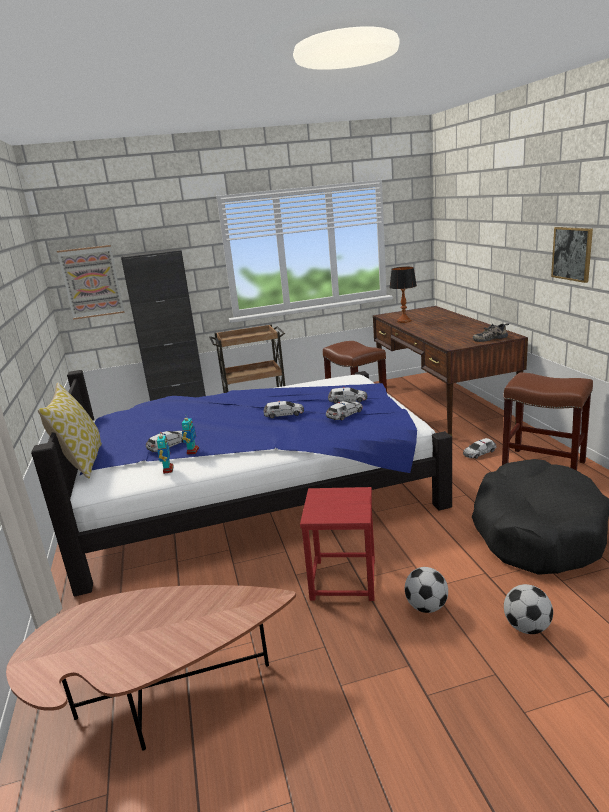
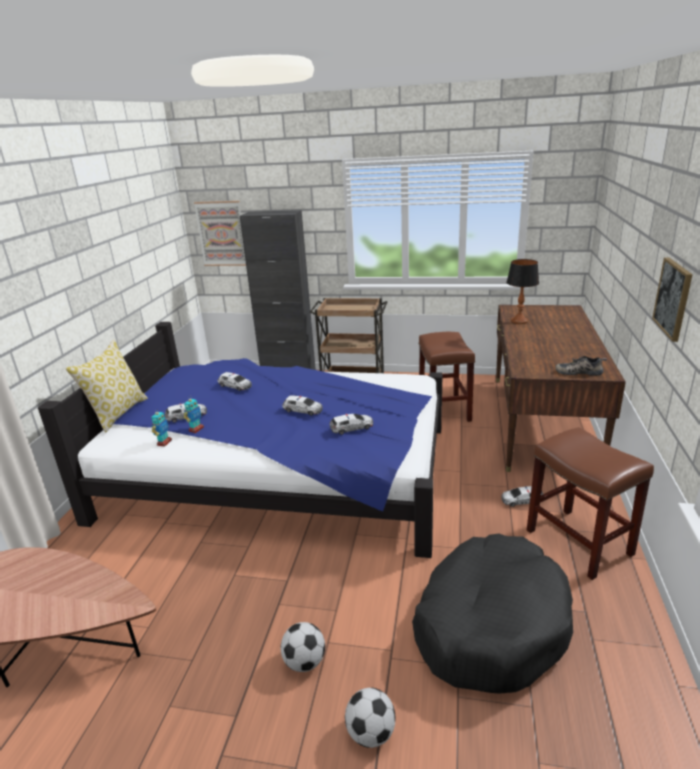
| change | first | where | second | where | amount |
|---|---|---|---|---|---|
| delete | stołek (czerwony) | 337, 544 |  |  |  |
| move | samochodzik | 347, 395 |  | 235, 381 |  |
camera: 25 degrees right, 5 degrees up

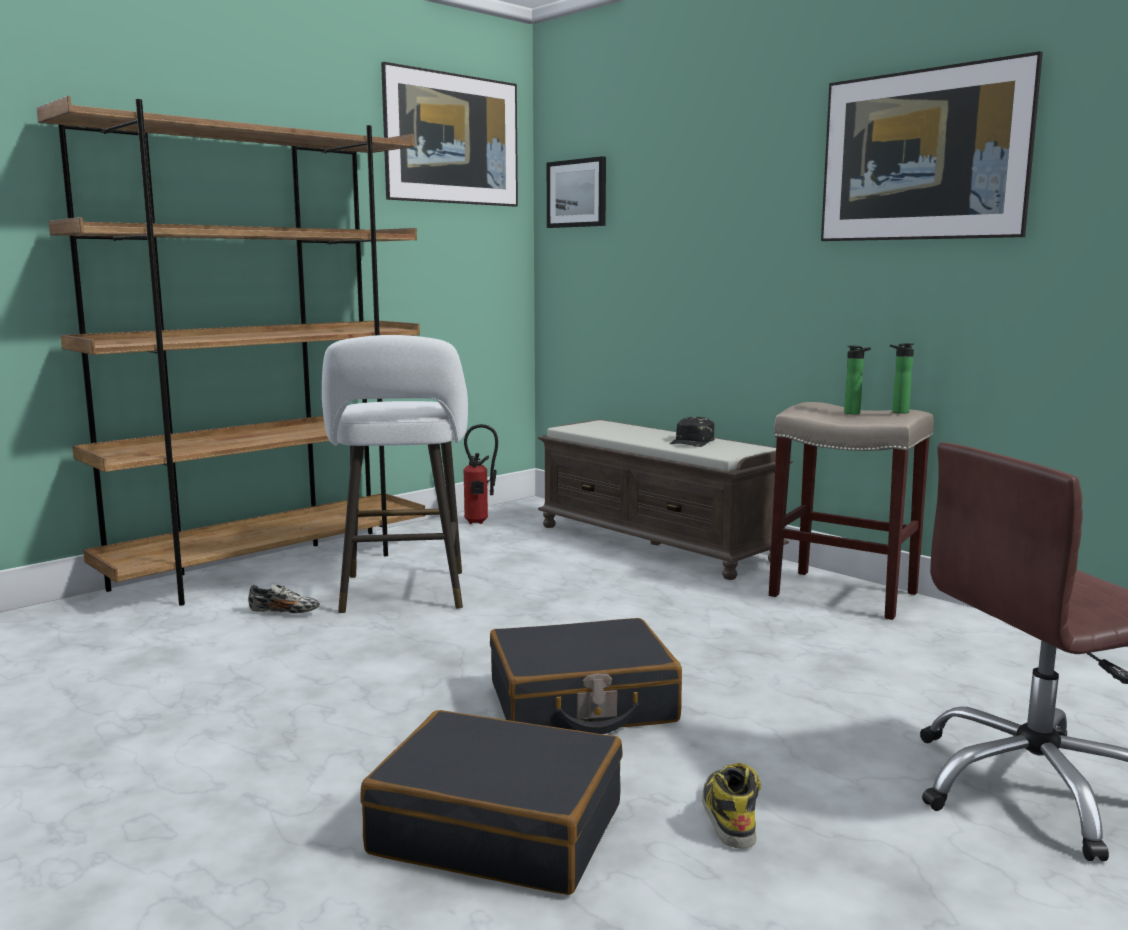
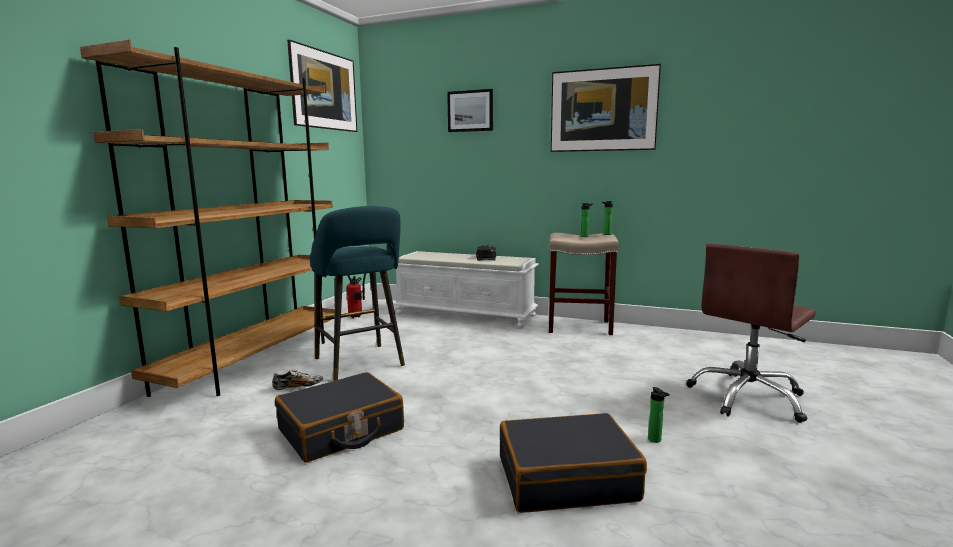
| change | first | where | second | where | amount |
|---|---|---|---|---|---|
| recolor | stołek (biały) | 395, 474 | stołek (turkusowy) | 357, 293 |  |
| move | walizka (czarny) | 586, 676 |  | 339, 417 |  |
| recolor | ławka (brązowy) | 665, 499 | ławka (biały) | 466, 289 |  |
| move | obraz | 576, 192 |  | 470, 110 |  |
| replace | but z cholewką | 731, 806 | butelka | 659, 415 |  |
camera: 25 degrees left, 0 degrees up

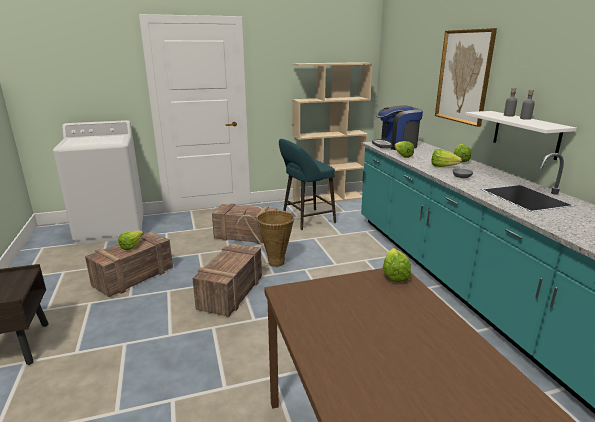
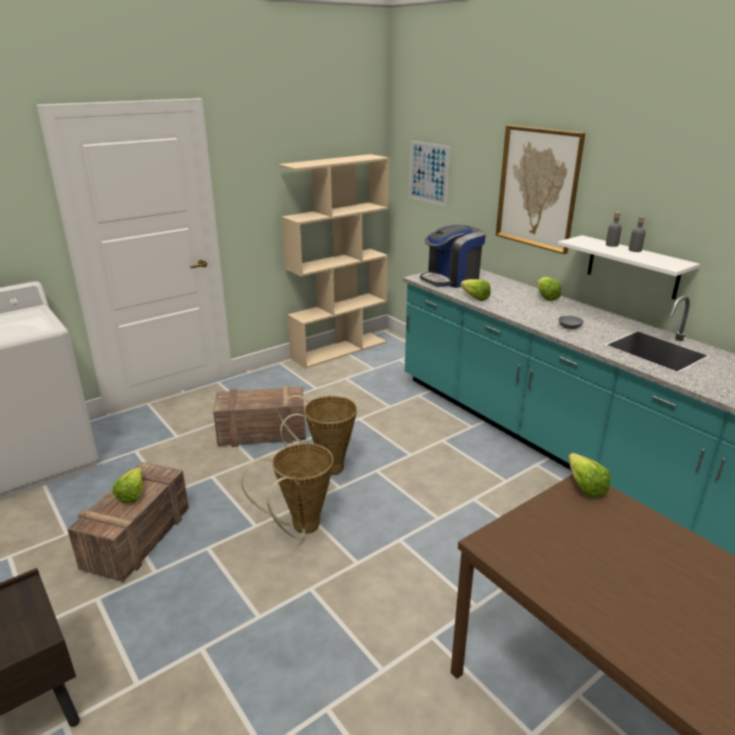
| change | first | where | second | where | amount |
|---|---|---|---|---|---|
| replace | skrzynka | 227, 280 | koszyk | 287, 491 |  |
| delete | stołek (turkusowy) | 307, 184 |  |  |  |
| delete | sałata | 446, 158 |  |  |  |
| insert |  |  | obraz | 429, 173 |  |
camera: 20 degrees left, 5 degrees up

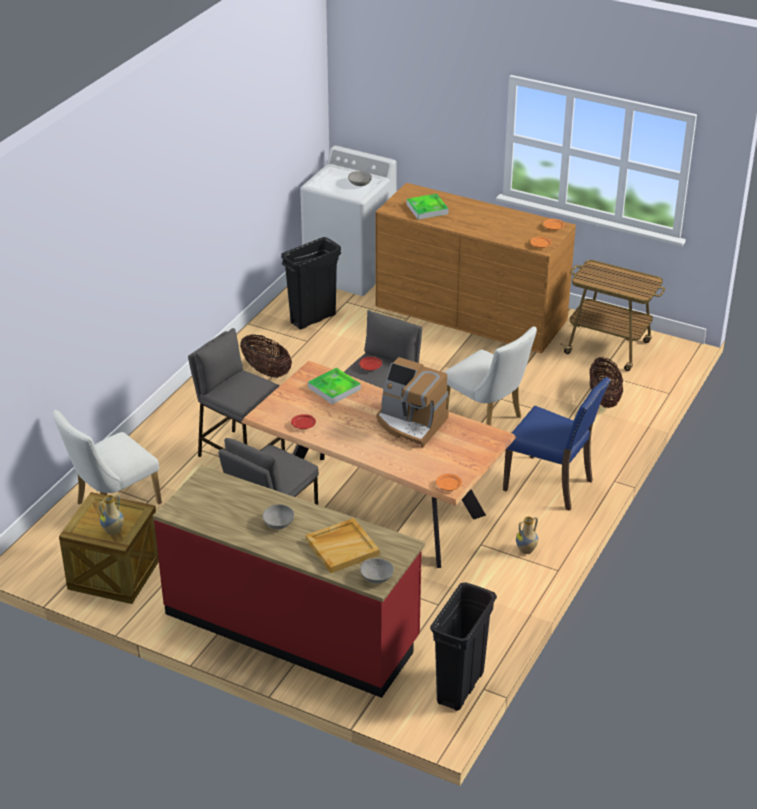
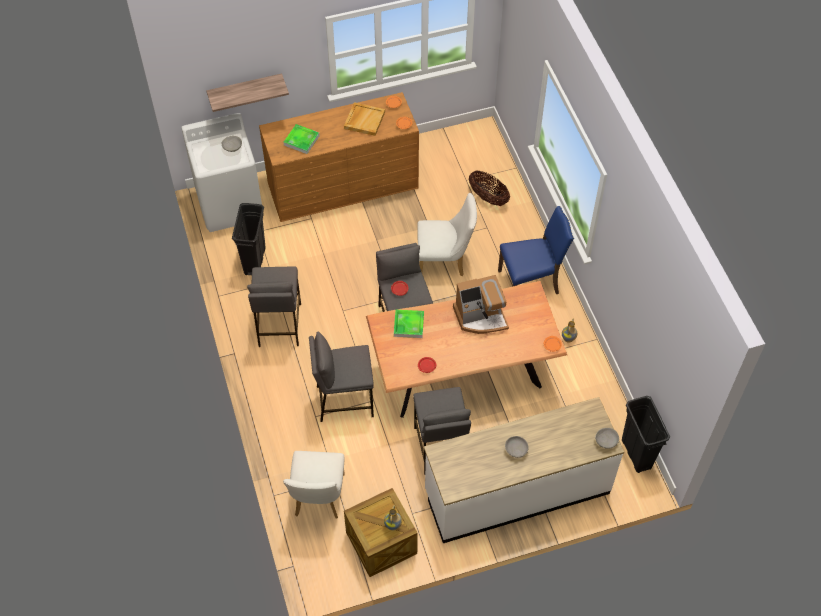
| change | first | where | second | where | amount |
|---|---|---|---|---|---|
| recolor | zabudowa kuchenna (czerwony) | 289, 582 | zabudowa kuchenna (biały) | 524, 470 |  |
| replace | koszyk | 266, 356 | stołek (szary) | 274, 307 |  |
| move | taca (beżowy) | 343, 545 |  | 364, 119 |  |
| delete | wózek | 612, 315 |  |  |  |
| insert |  |  | półka | 247, 93 |  |
camera: 45 degrees left, 20 degrees up

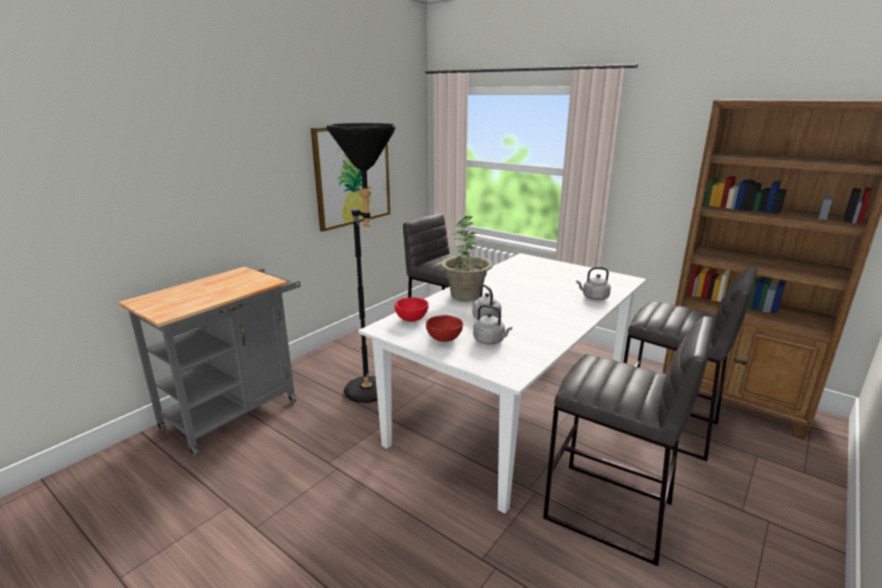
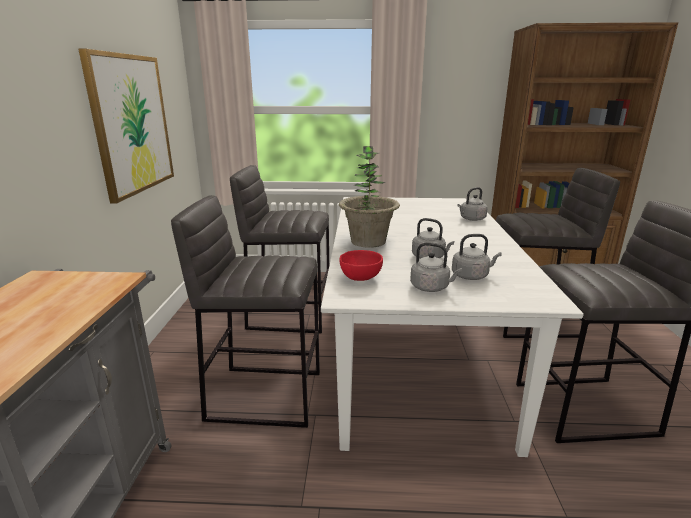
| change | first | where | second | where | amount |
|---|---|---|---|---|---|
| replace | lampa stojąca (czarny) | 362, 263 | stołek (szary) | 245, 311 |  |
| replace | miska (czerwony) | 444, 328 | czajnik (szary) | 436, 267 |  |
camera: 35 degrees left, 0 degrees up

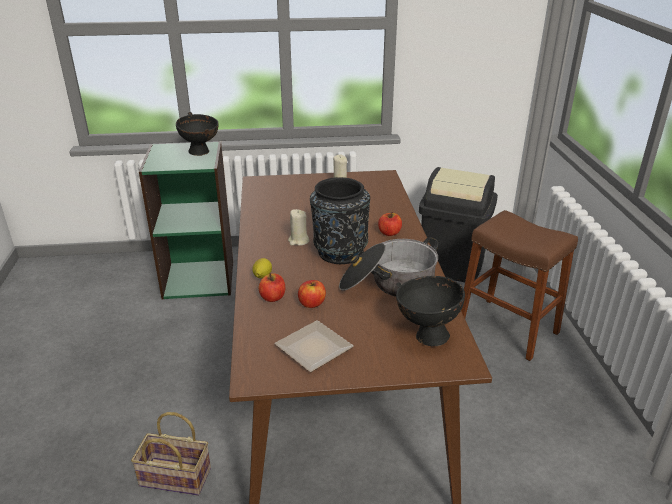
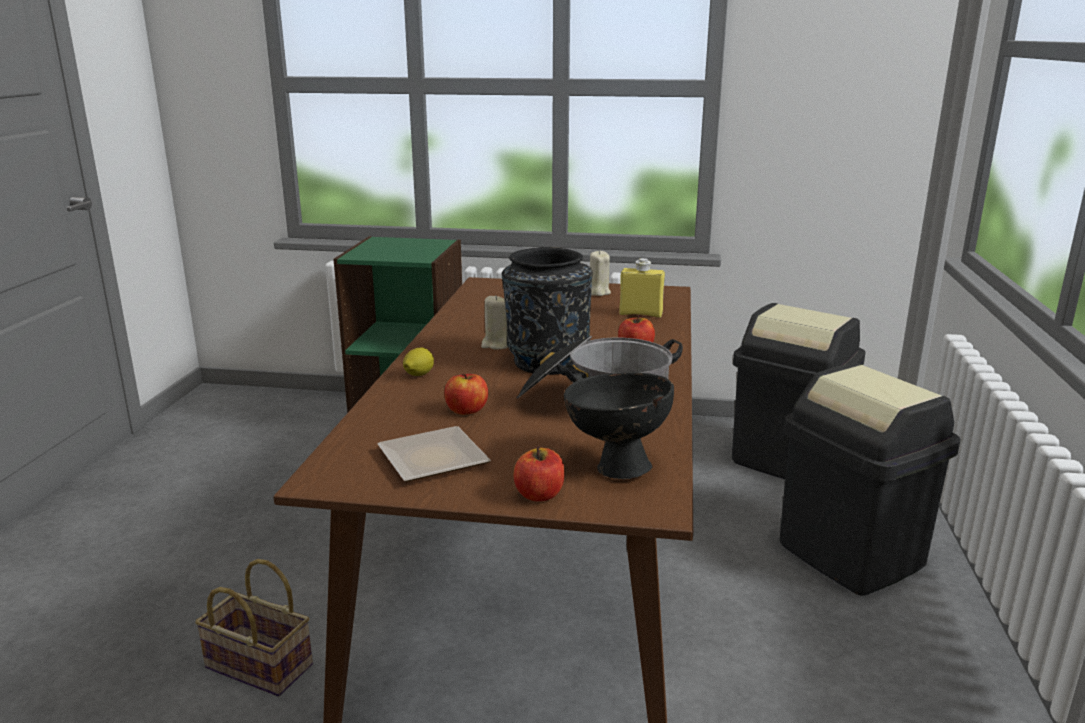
| change | first | where | second | where | amount |
|---|---|---|---|---|---|
| delete | miska (czarny) | 197, 134 |  |  |  |
| move | jabłko | 272, 287 |  | 539, 473 |  |
| replace | stołek (brązowy) | 519, 285 | kosz na śmieci (czarny) | 870, 479 |  |
| insert |  |  | butelka (żółty) | 642, 288 |  |
camera: 15 degrees right, 10 degrees down

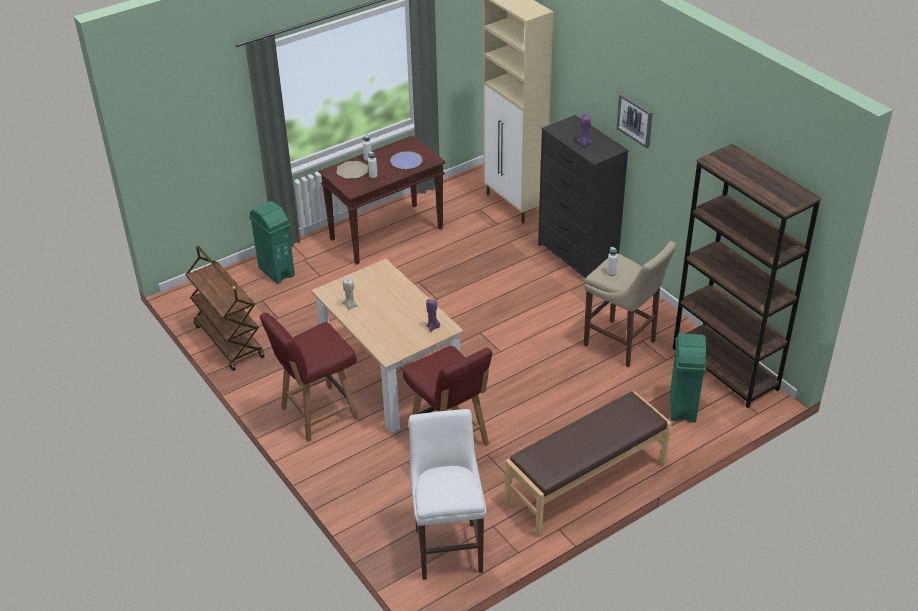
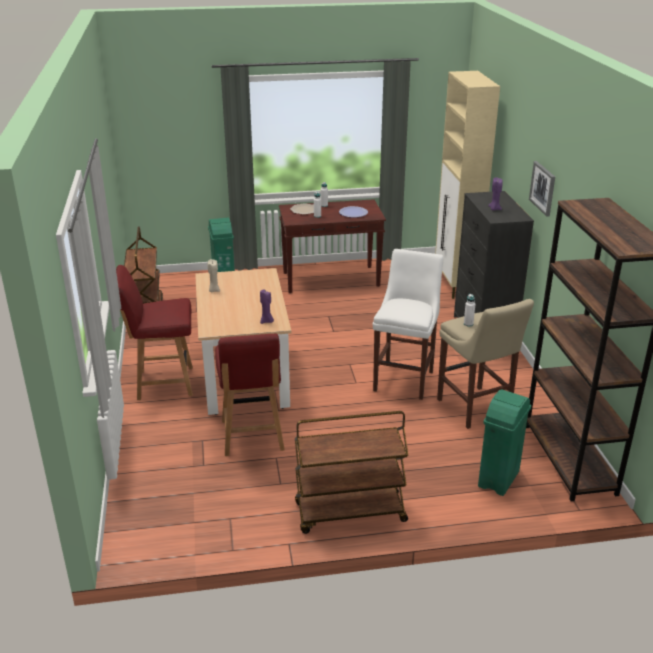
| change | first | where | second | where | amount |
|---|---|---|---|---|---|
| move | stołek (biały) | 447, 494 |  | 408, 324 |  |
| replace | ławka (brązowy) | 588, 464 | wózek (brązowy) | 351, 472 |  |
camera: 25 degrees right, 10 degrees down

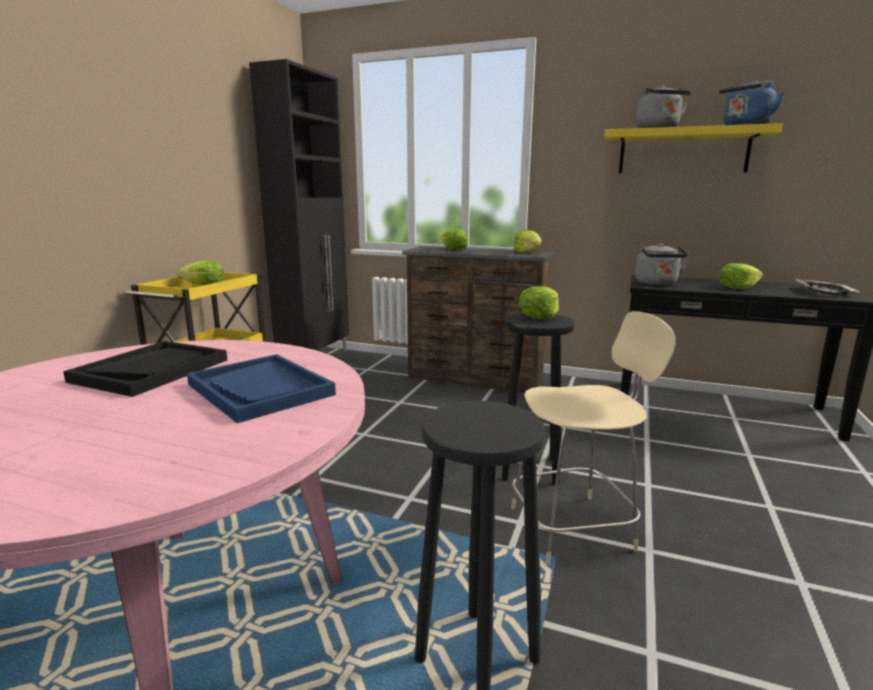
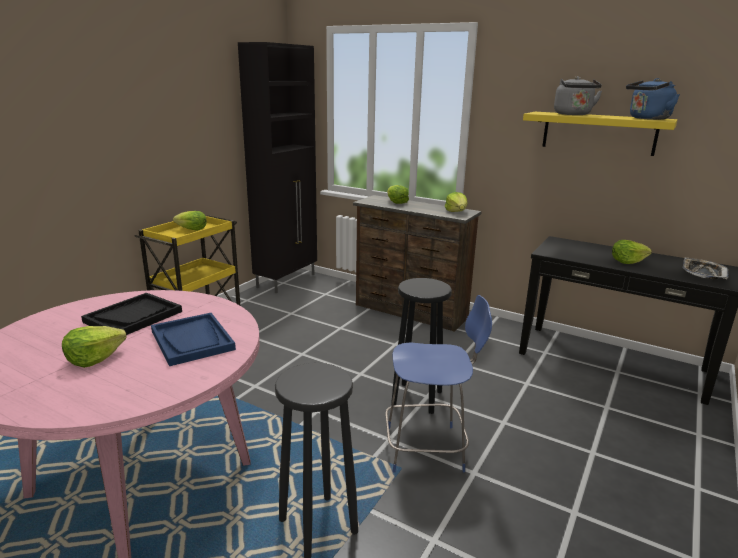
| change | first | where | second | where | amount |
|---|---|---|---|---|---|
| recolor | stołek (beżowy) | 593, 438 | stołek (niebieski) | 438, 384 |  |
| move | sałata | 539, 302 |  | 94, 347 |  |
| delete | czajnik (szary) | 662, 264 |  |  |  |
camera: 10 degrees right, 5 degrees up

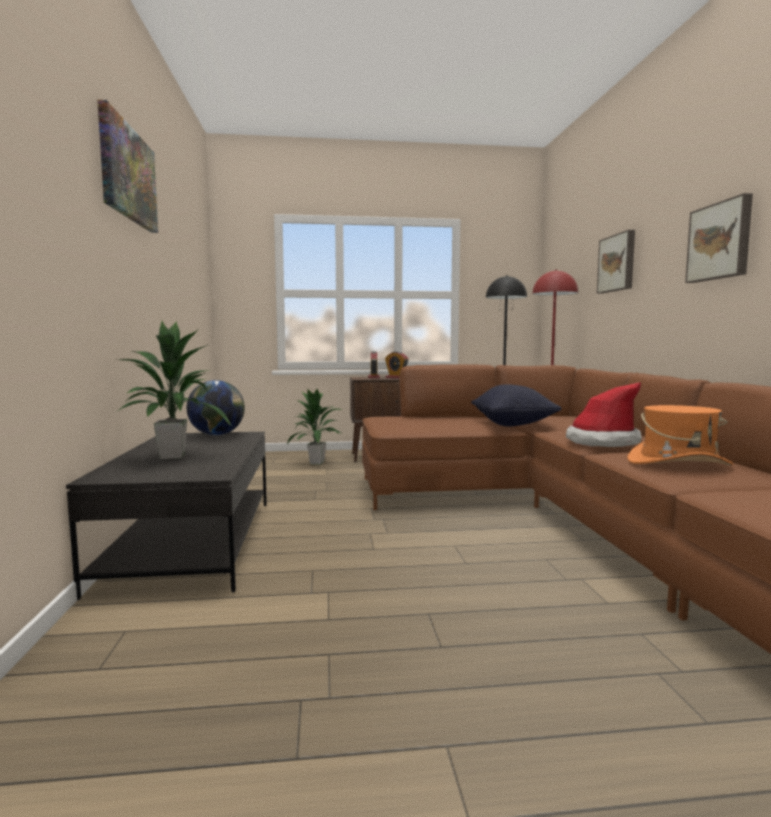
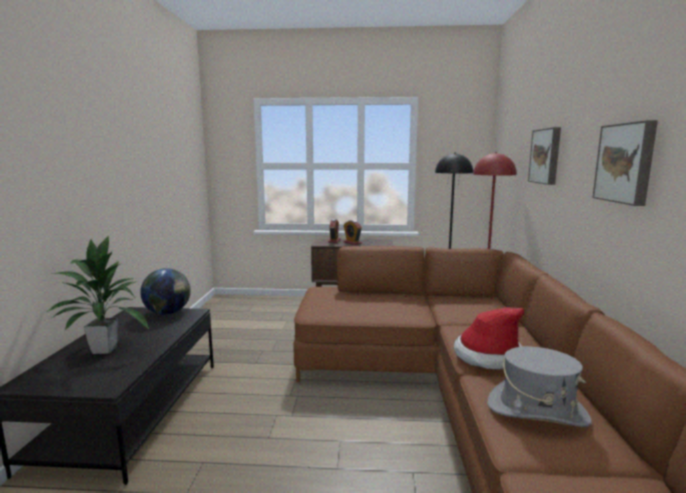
| change | first | where | second | where | amount |
|---|---|---|---|---|---|
| delete | obraz | 127, 166 |  |  |  |
| delete | roślina doniczkowa | 315, 427 |  |  |  |
| delete | poduszka (czarny) | 516, 405 |  |  |  |
| recolor | kapelusz (pomarańczowy) | 680, 435 | kapelusz (szary) | 539, 387 |  |
camera: 10 degrees right, 5 degrees up

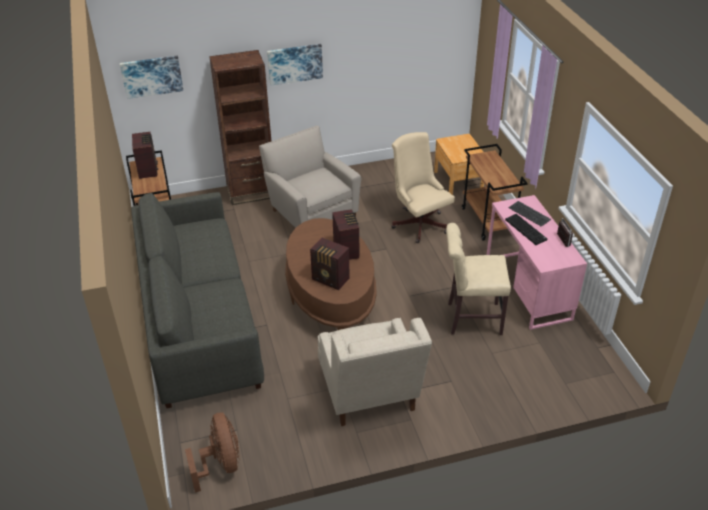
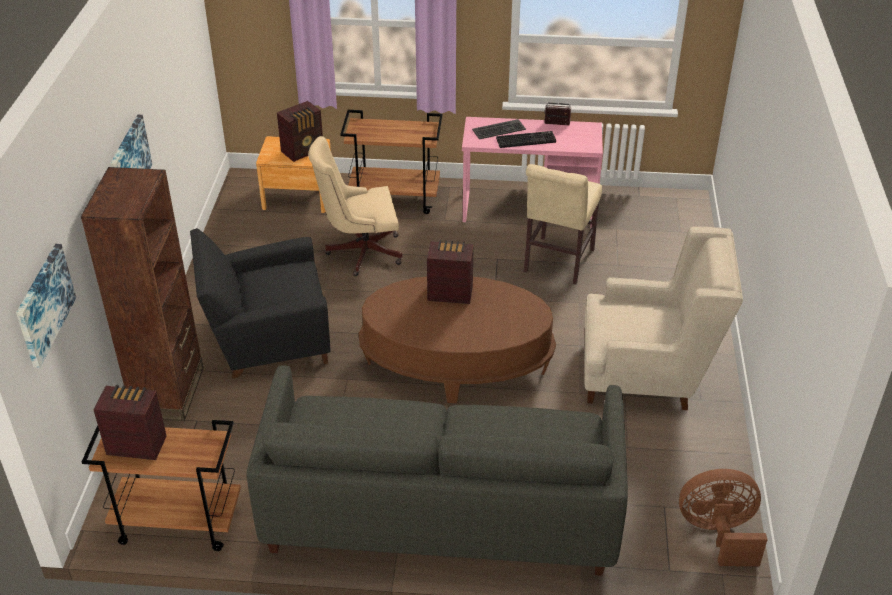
| change | first | where | second | where | amount |
|---|---|---|---|---|---|
| recolor | fotel (beżowy) | 310, 177 | fotel (czarny) | 260, 303 |  |
| move | radio | 330, 263 |  | 300, 131 |  |
camera: 70 degrees left, 0 degrees up

